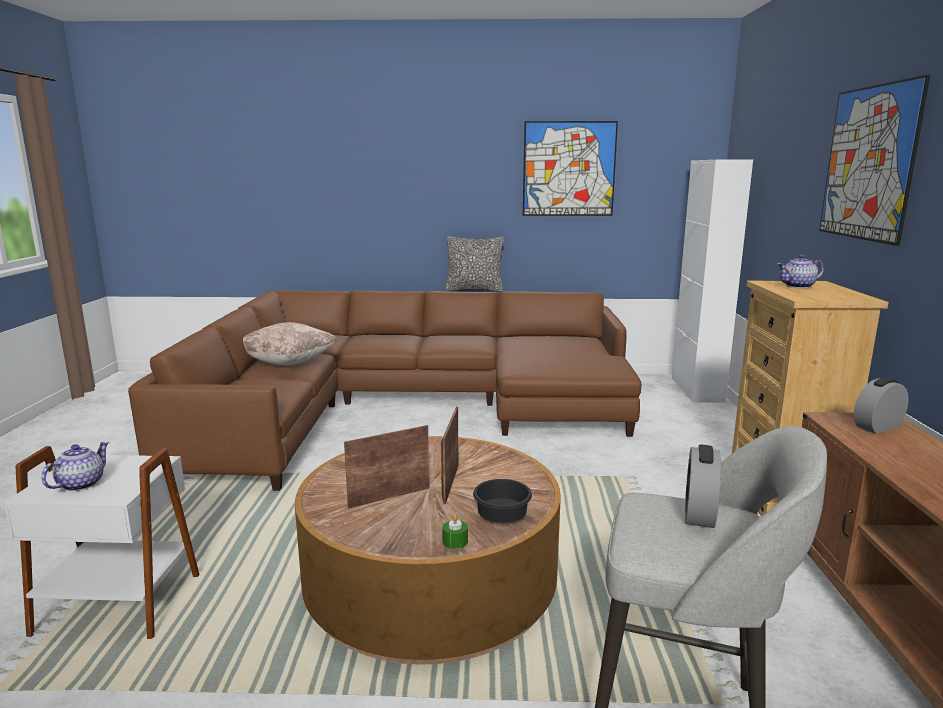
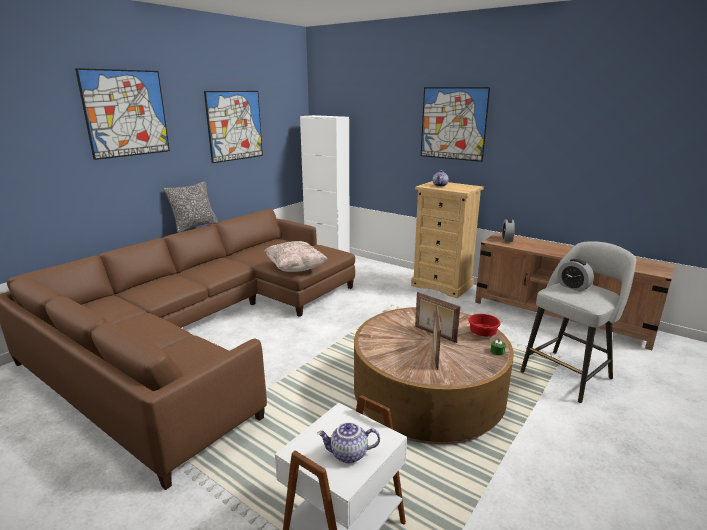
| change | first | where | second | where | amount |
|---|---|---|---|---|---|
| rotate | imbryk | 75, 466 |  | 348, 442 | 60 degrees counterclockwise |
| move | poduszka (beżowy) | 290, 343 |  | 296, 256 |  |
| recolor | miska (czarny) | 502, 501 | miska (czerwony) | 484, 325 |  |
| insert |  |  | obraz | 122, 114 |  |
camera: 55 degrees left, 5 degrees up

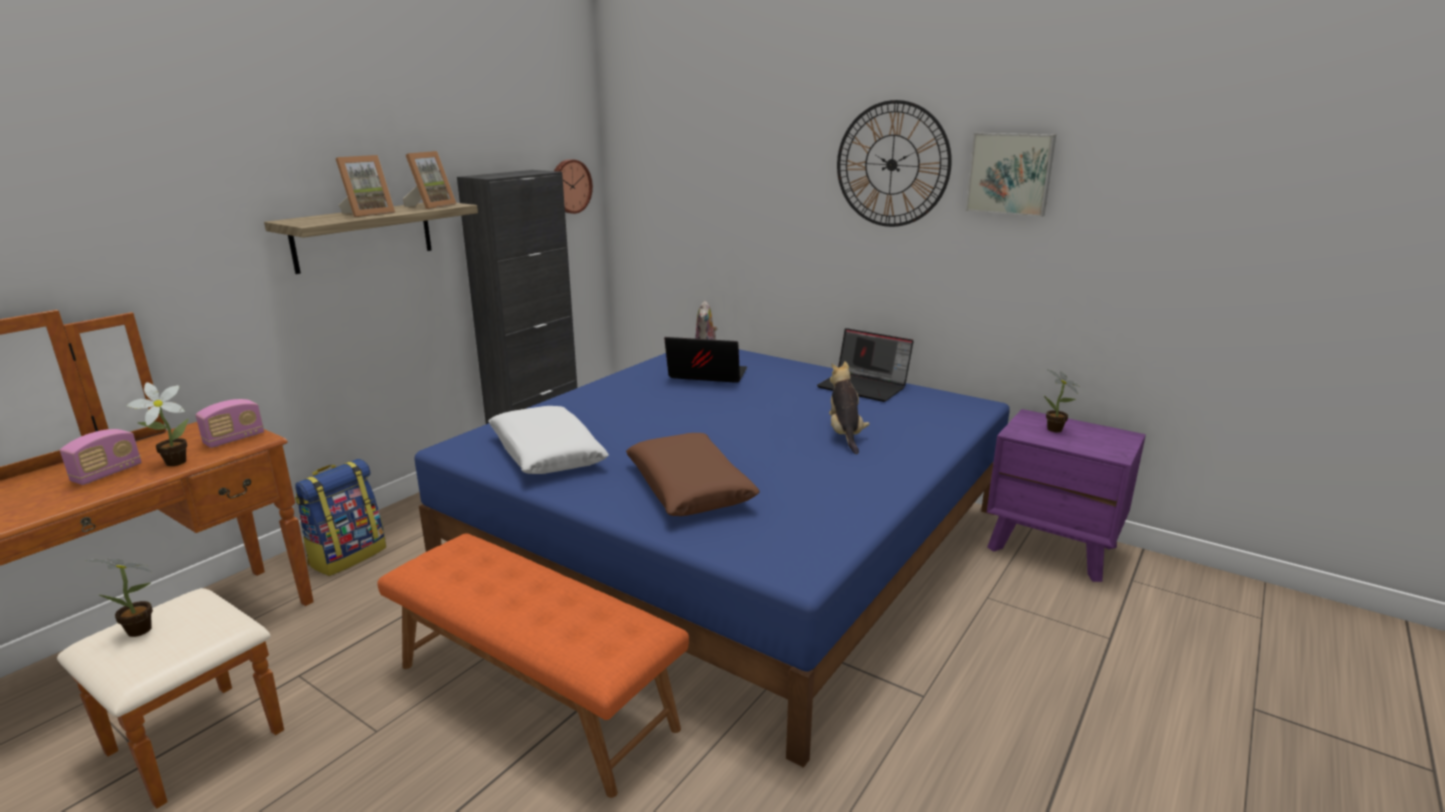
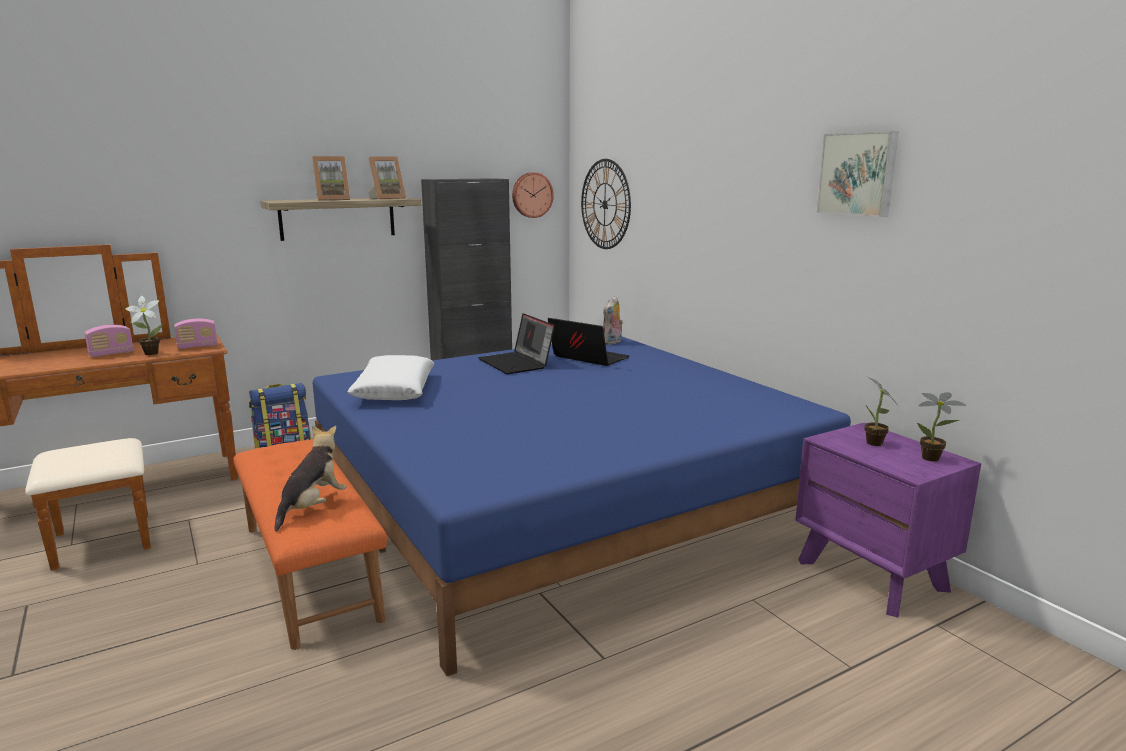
| change | first | where | second | where | amount |
|---|---|---|---|---|---|
| move | roślina doniczkowa | 119, 598 |  | 941, 426 |  |
| delete | poduszka (brązowy) | 693, 474 |  |  |  |
| move | laptop | 865, 365 |  | 516, 343 |  |
| move | pluszak | 849, 407 |  | 310, 478 |  |
| move | zegar ścienny | 894, 163 |  | 606, 204 |  |
camera: 25 degrees right, 5 degrees down

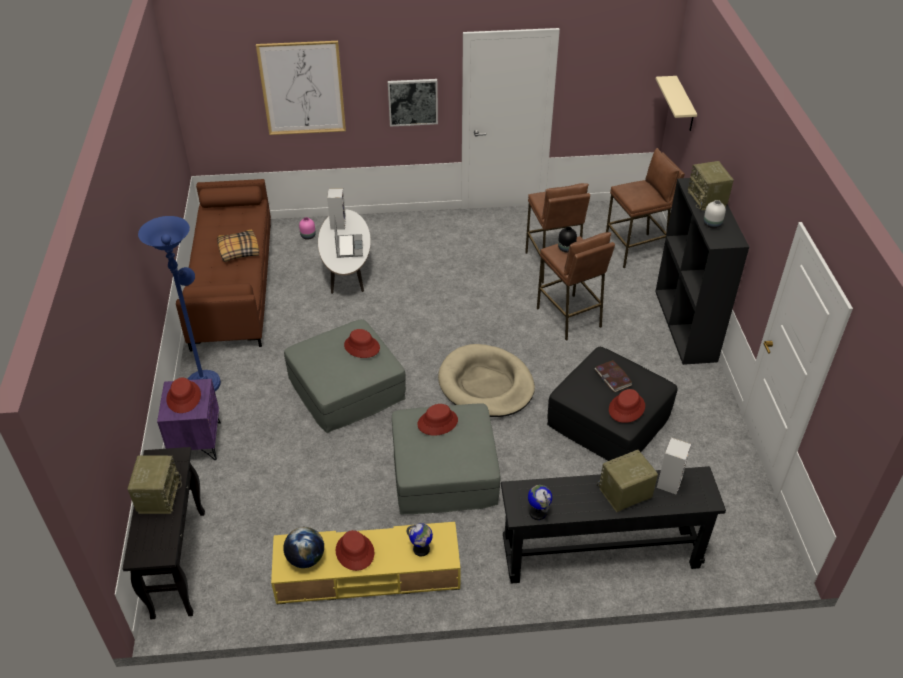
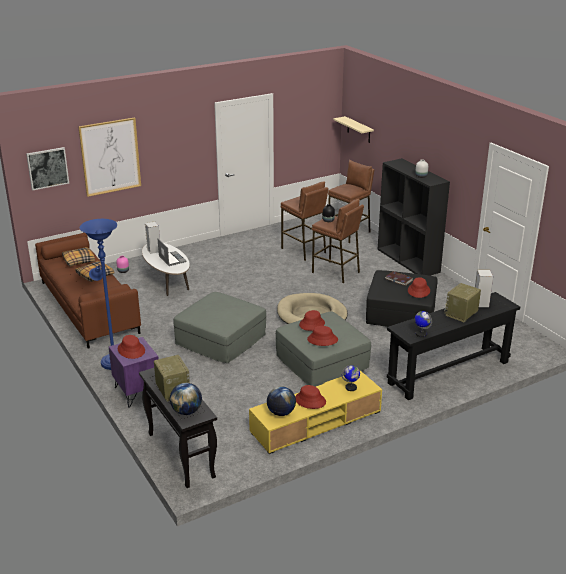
| change | first | where | second | where | amount |
|---|---|---|---|---|---|
| move | kapelusz (czerwony) | 362, 343 |  | 322, 336 |  |
| move | obraz | 413, 103 |  | 47, 169 |  |
| delete | radio | 711, 186 |  |  |  |
| insert |  |  | poduszka | 78, 256 |  |
| insert |  |  | globus | 186, 399 |  |
camera: 25 degrees left, 15 degrees down

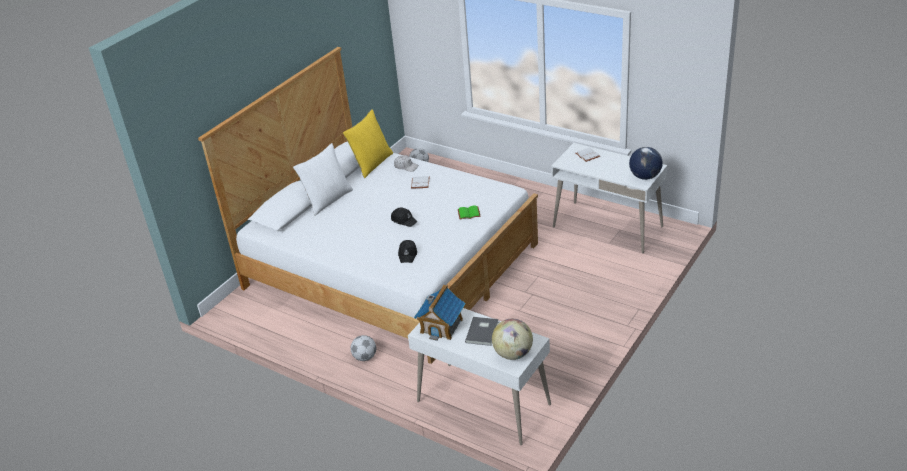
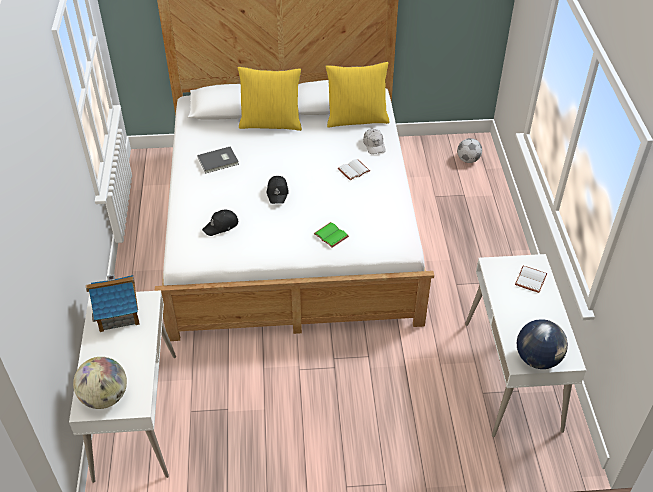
| change | first | where | second | where | amount |
|---|---|---|---|---|---|
| recolor | poduszka (biały) | 323, 179 | poduszka (żółty) | 269, 99 |  |
| delete | piłka futbolowa | 363, 348 |  |  |  |
| move | książka (szary) | 481, 331 |  | 218, 160 |  |
camera: 50 degrees right, 10 degrees up

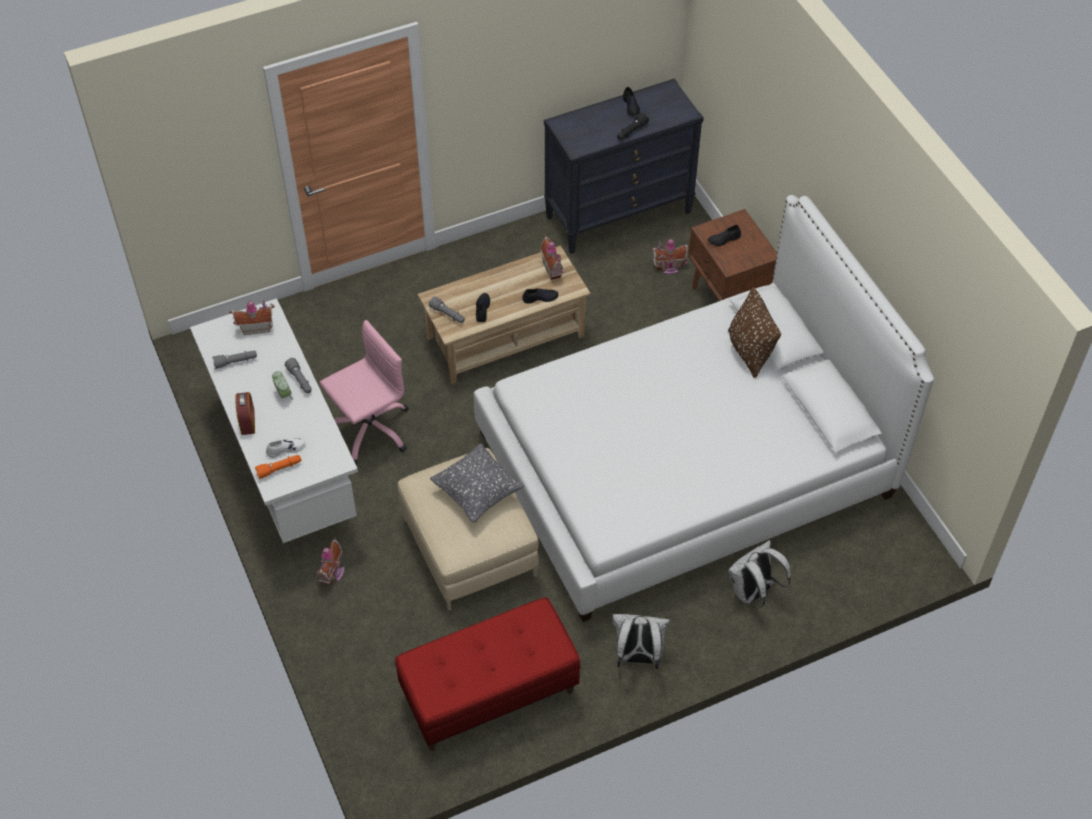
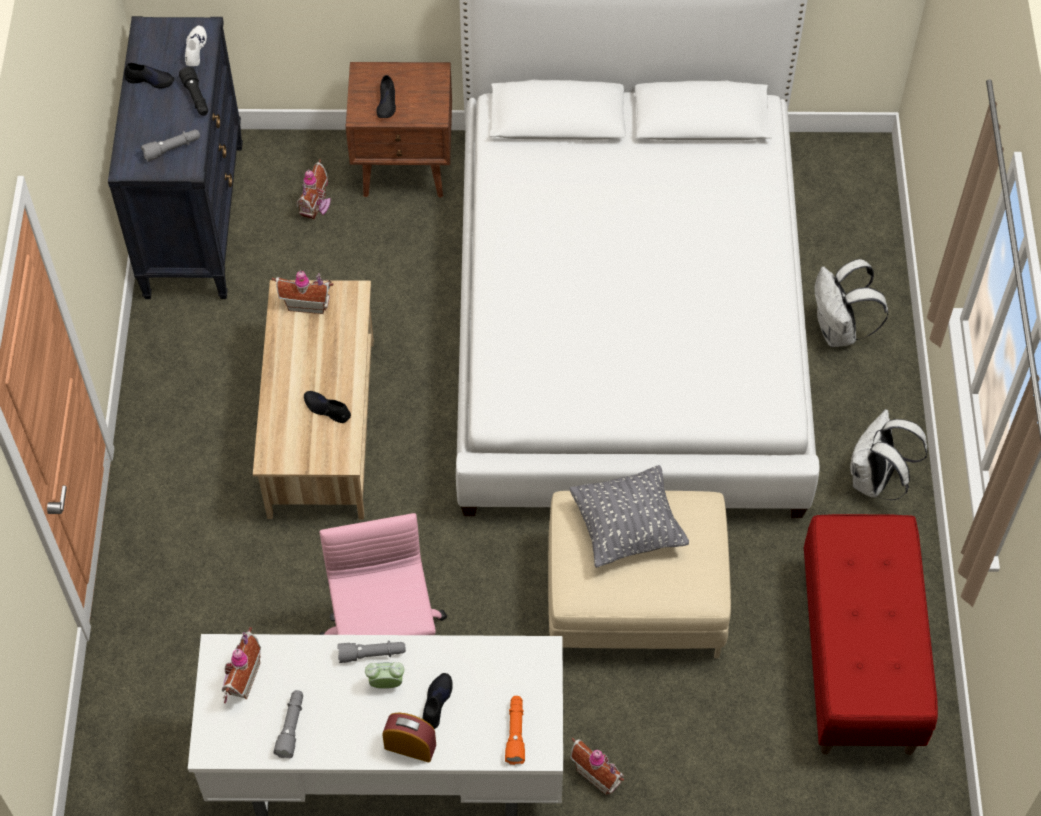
| change | first | where | second | where | amount |
|---|---|---|---|---|---|
| move | but (biały) | 286, 448 |  | 196, 46 |  |
| move | latarka (szary) | 447, 309 |  | 170, 146 |  |
| move | but (czarny) | 540, 296 |  | 438, 701 |  |
| delete | poduszka (brązowy) | 754, 332 |  |  |  |
camera: 65 degrees left, 5 degrees up

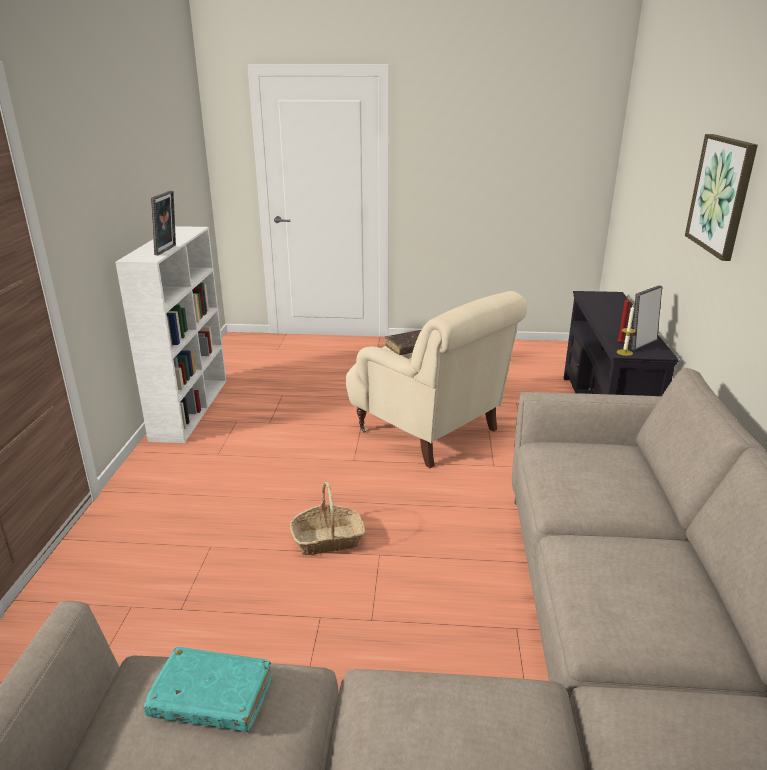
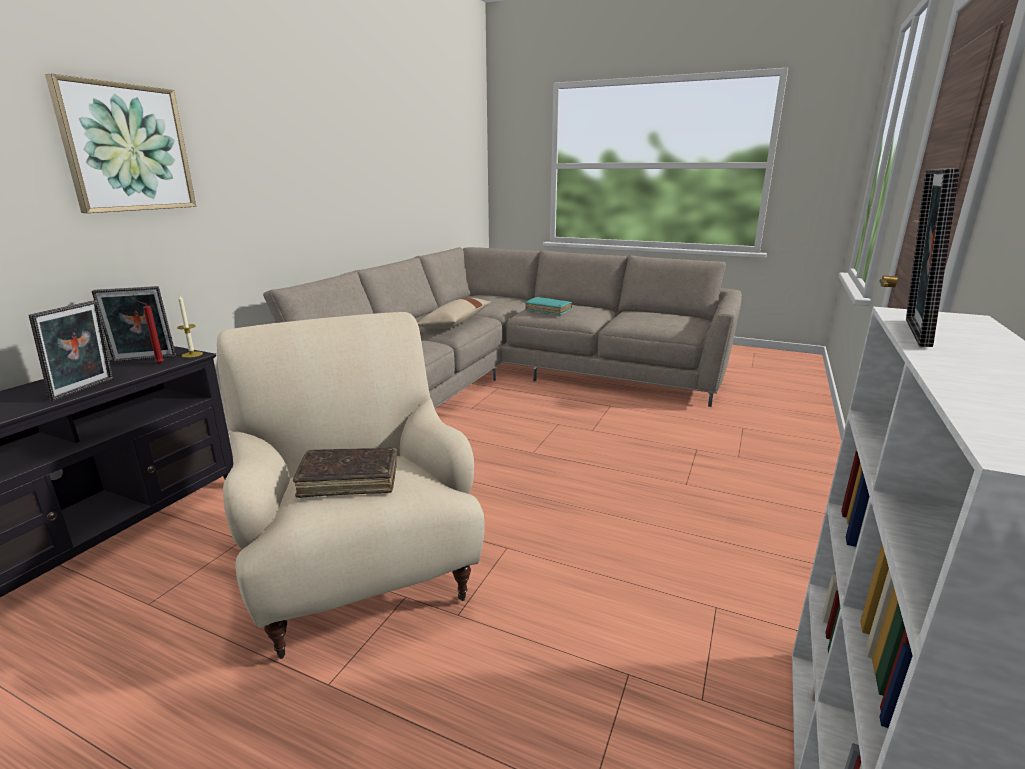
| change | first | where | second | where | amount |
|---|---|---|---|---|---|
| move | książka (turkusowy) | 207, 689 |  | 548, 306 |  |
| delete | koszyk | 328, 518 |  |  |  |
| insert |  |  | ramka na zdjęcie | 71, 350 |  |
| insert |  |  | poduszka (beżowy) | 454, 313 |  |
camera: 160 degrees left, 5 degrees down

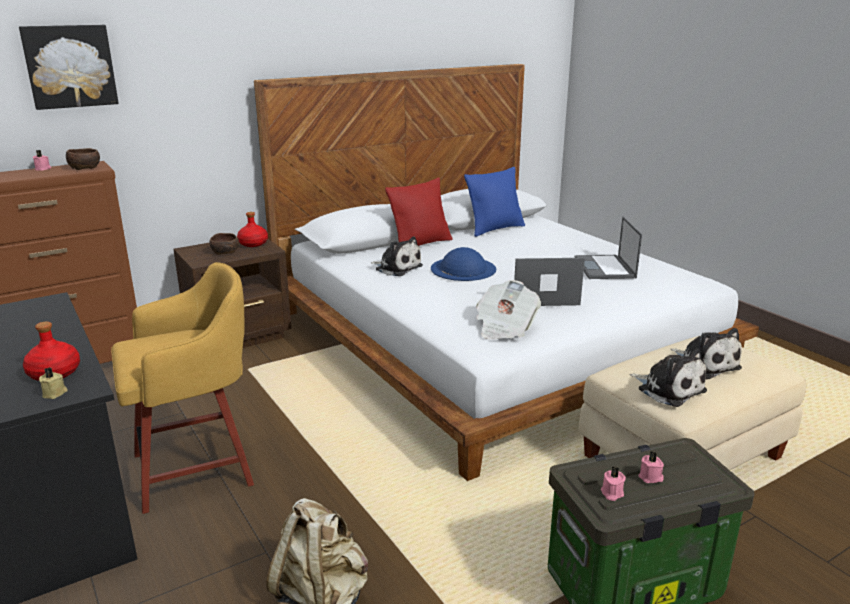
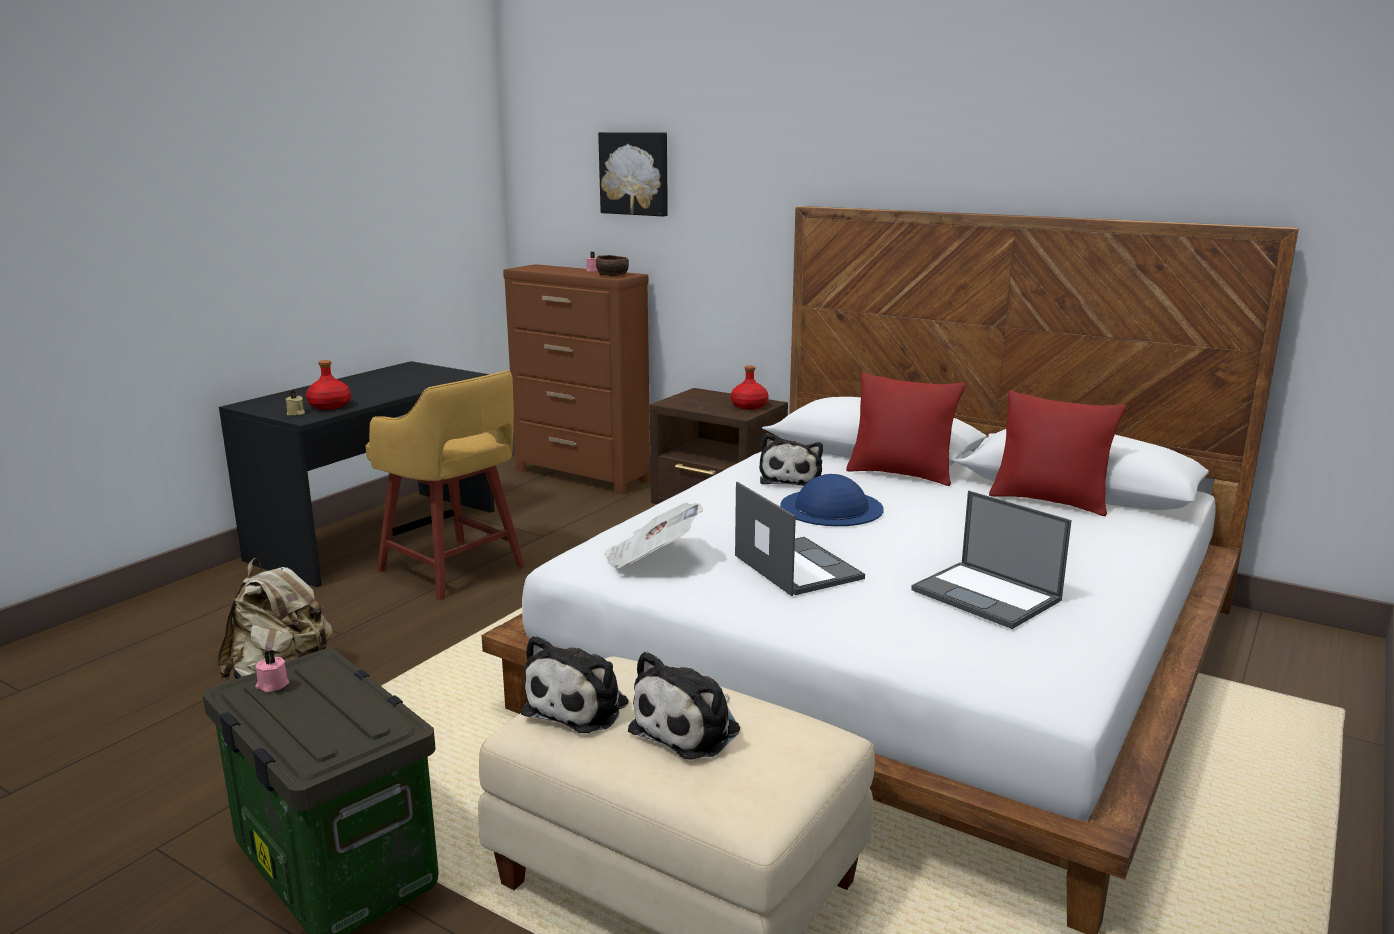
| change | first | where | second | where | amount |
|---|---|---|---|---|---|
| delete | miska (brązowy) | 224, 244 |  |  |  |
| recolor | poduszka (niebieski) | 494, 202 | poduszka (czerwony) | 1057, 453 |  |
| rotate | laptop | 608, 247 |  | 991, 560 | 105 degrees counterclockwise |
| delete | świeca (różowy) | 651, 467 |  |  |  |
camera: 65 degrees right, 5 degrees down

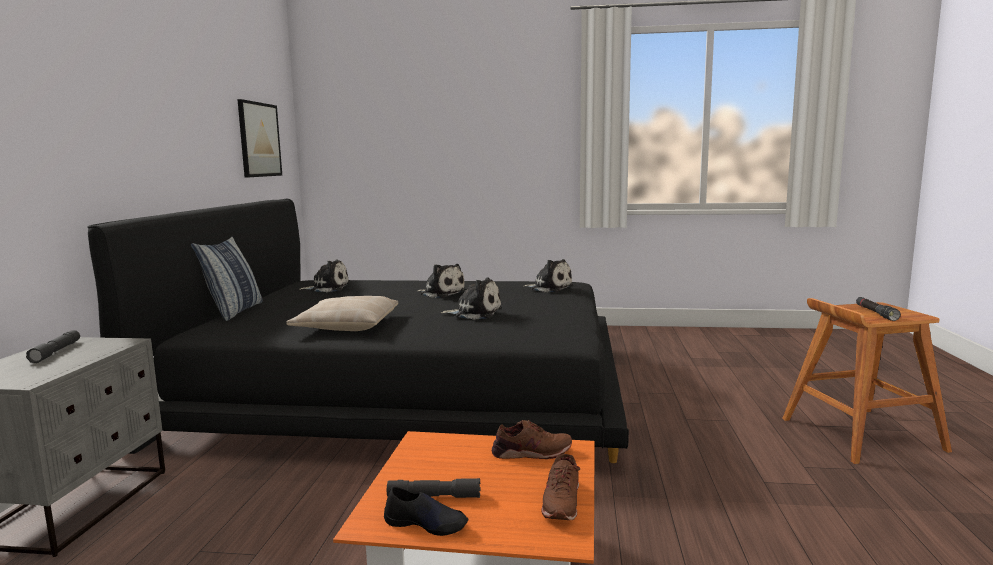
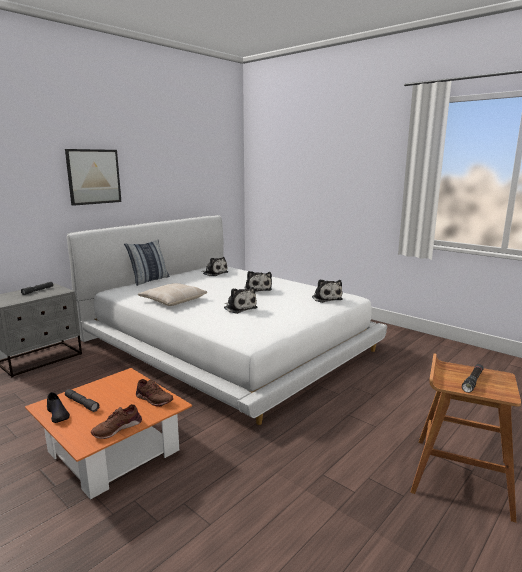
| change | first | where | second | where | amount |
|---|---|---|---|---|---|
| recolor | łóżko (czarny) | 358, 331 | łóżko (biały) | 227, 320 |  |
| move | obraz | 259, 138 |  | 93, 177 |  |
camera: 35 degrees right, 5 degrees up

